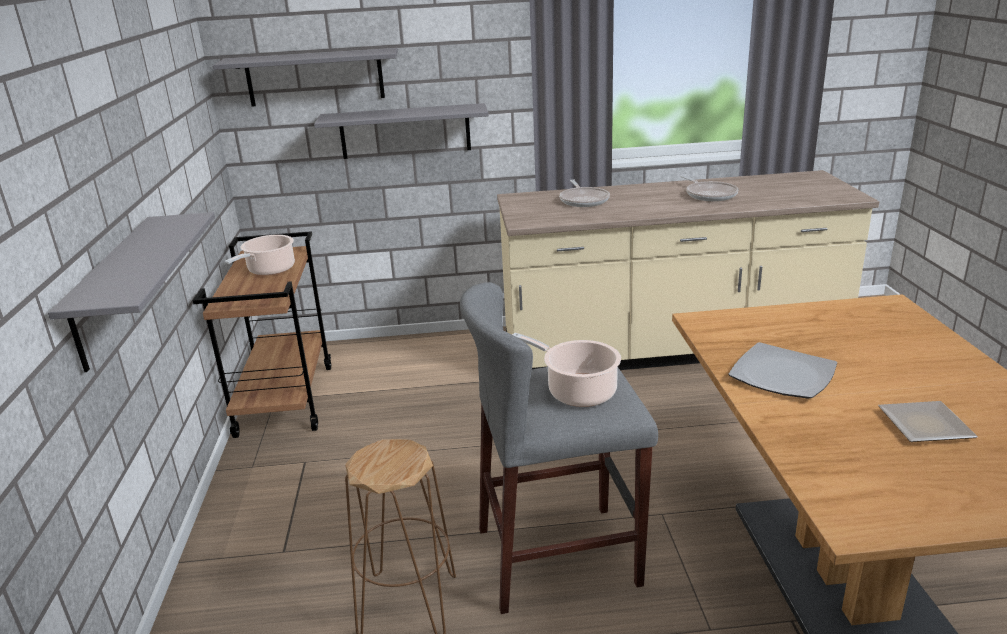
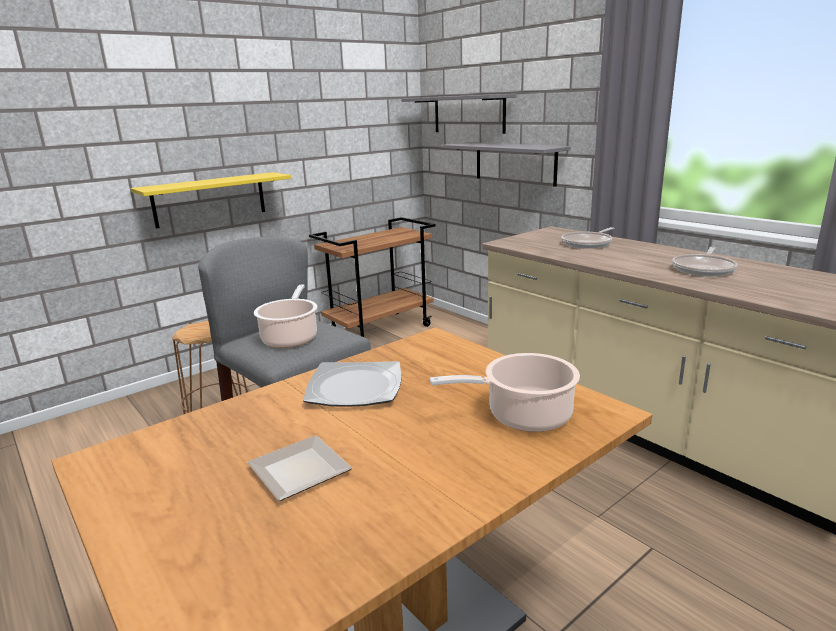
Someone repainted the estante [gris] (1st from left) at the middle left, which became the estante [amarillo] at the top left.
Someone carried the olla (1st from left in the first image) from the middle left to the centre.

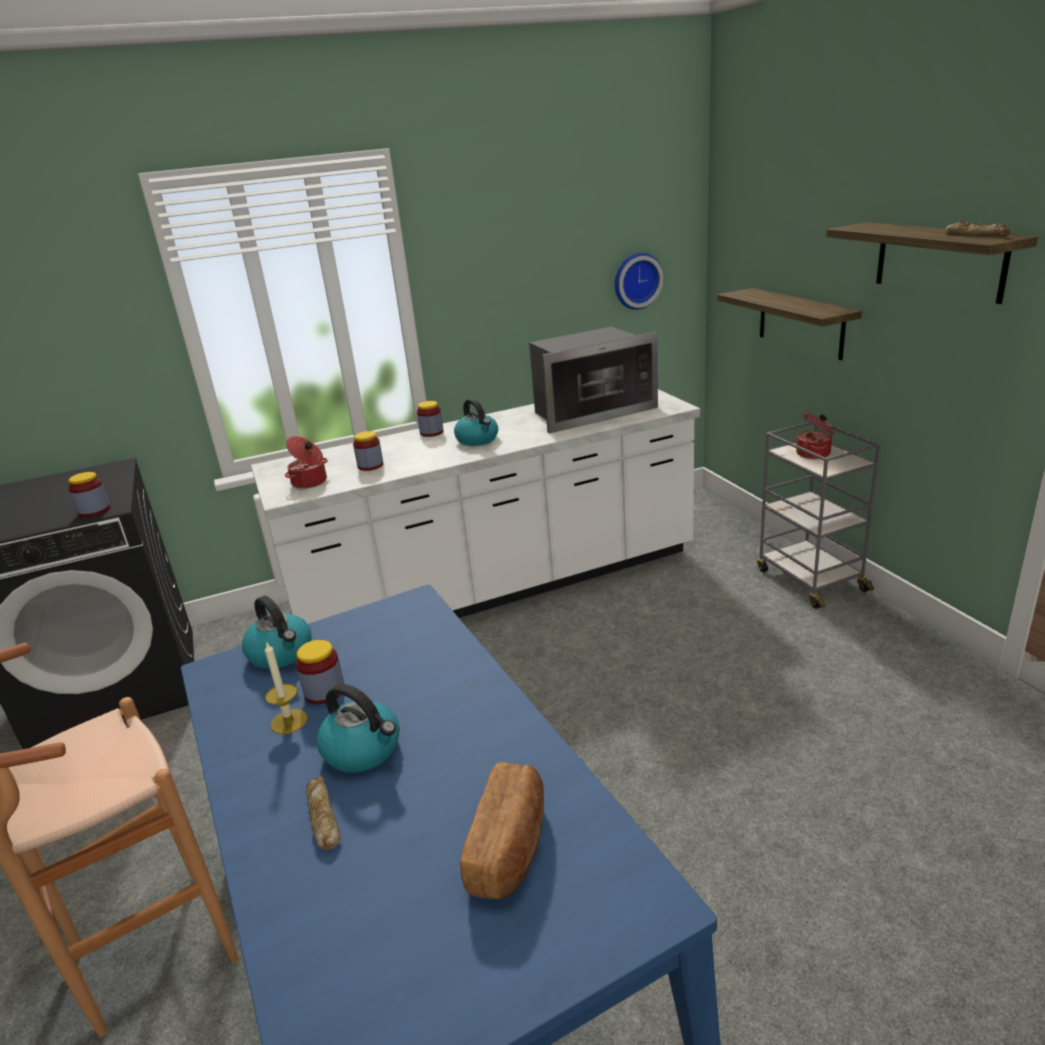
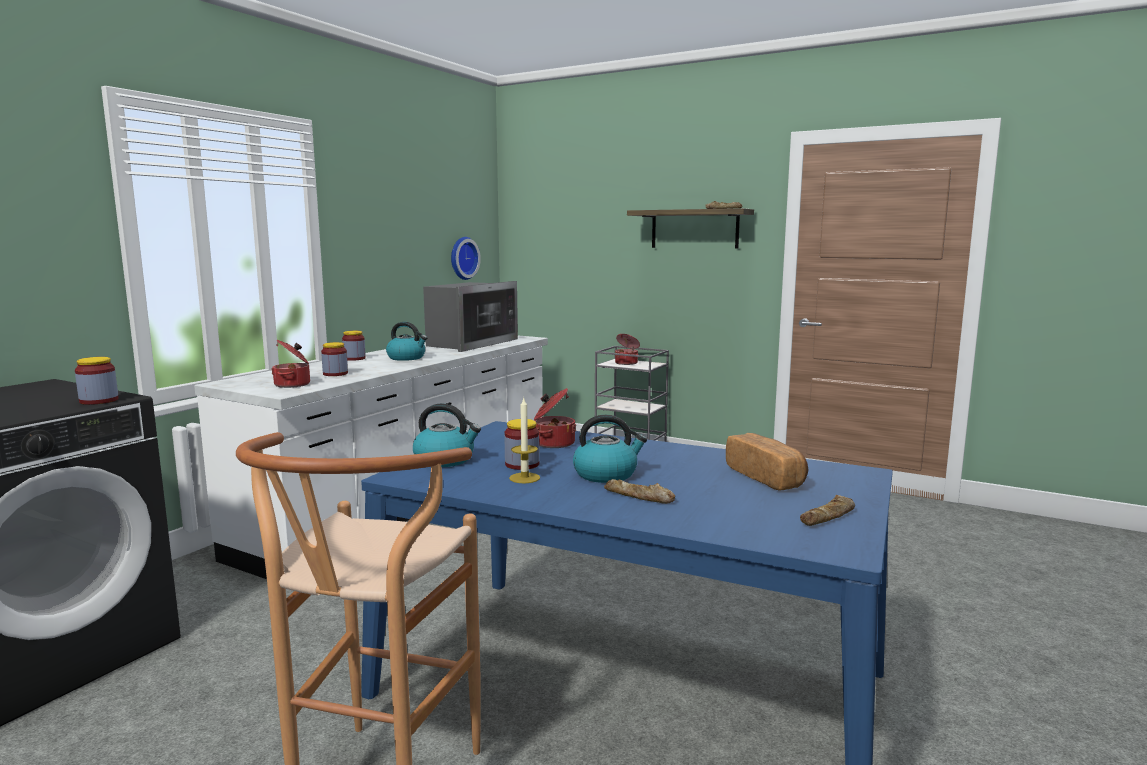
Someone put down the olla (2nd from left) at the centre.
Someone put down the pan (4th from left) at the bottom right.
Someone took away the estante (1st from left) at the top right.

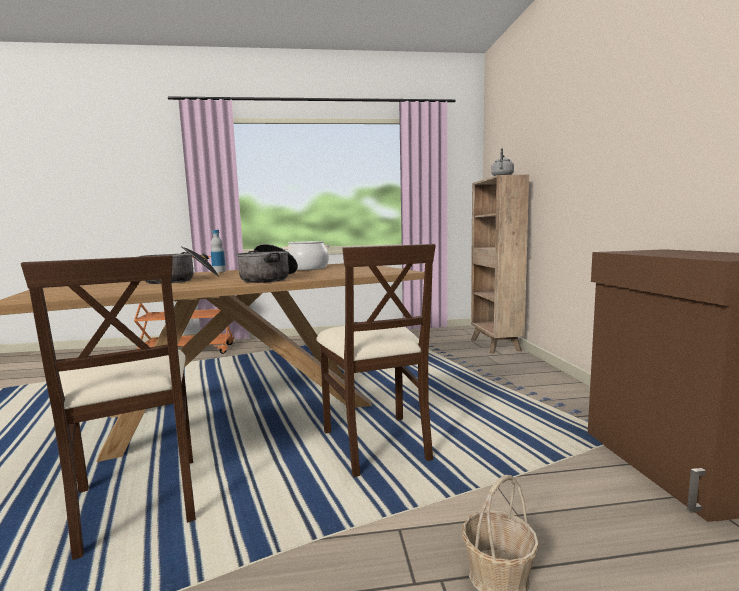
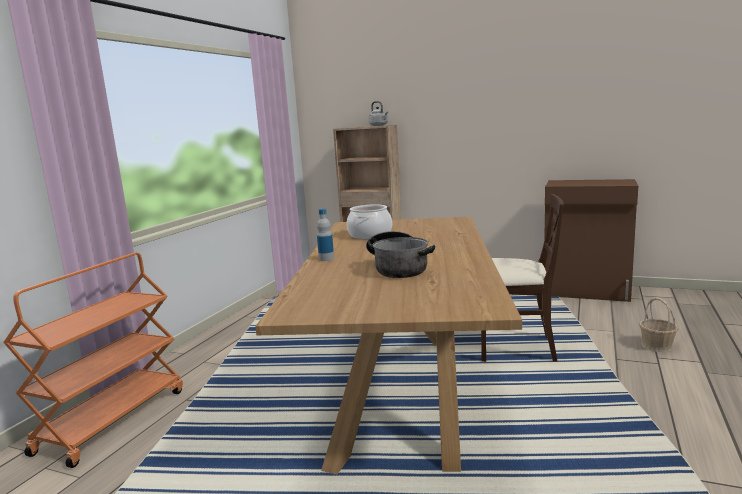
Someone took away the silla [beis] (1st from left) at the bottom left.
Someone took away the olla (2nd from left) at the centre.

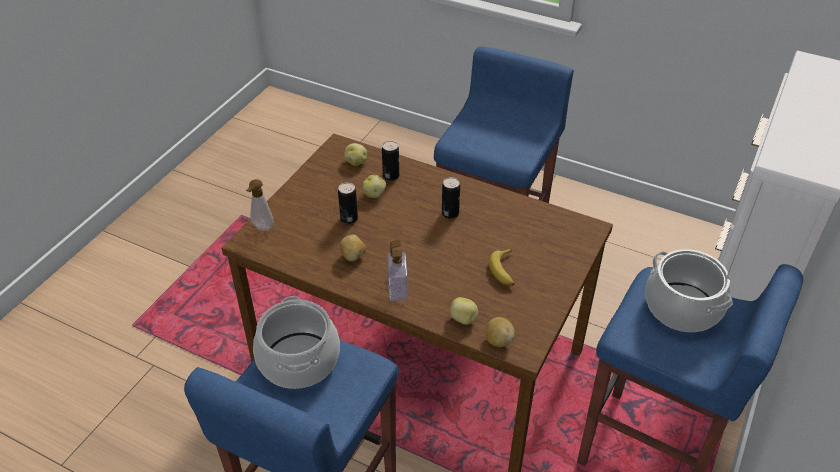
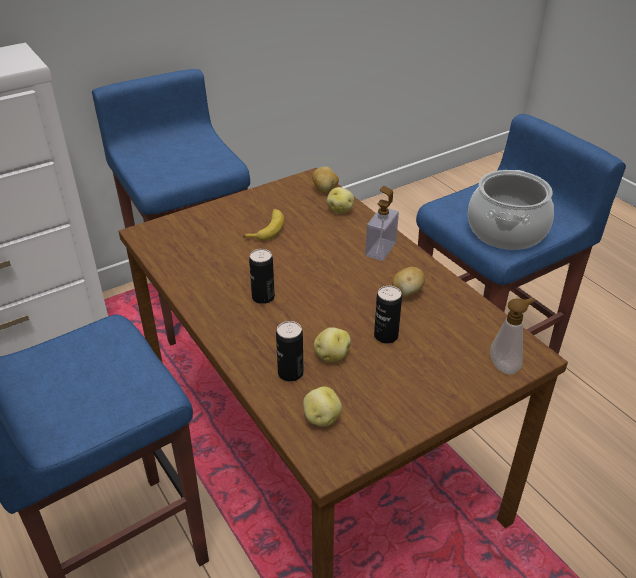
Someone took away the olla (2nd from left) at the middle right.

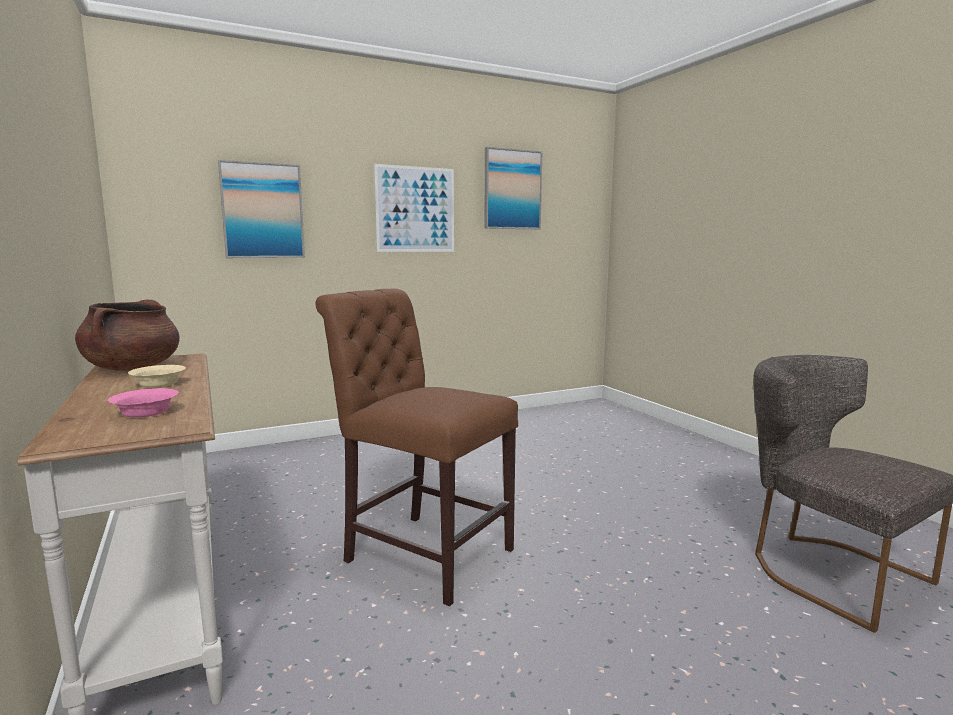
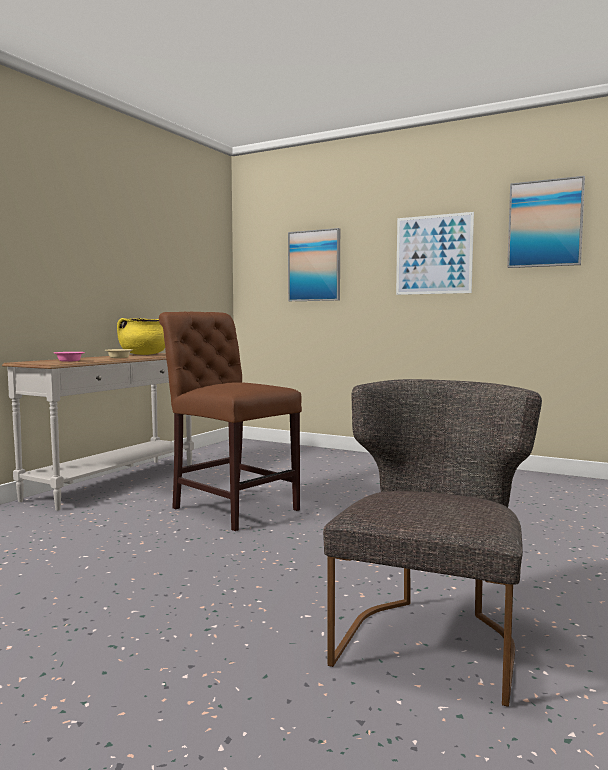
Someone repainted the olla [marrón] at the middle left, which became the olla [amarillo] at the middle left.
Someone rotated the silla [marrón] at the centre by 45 degrees counterclockwise.

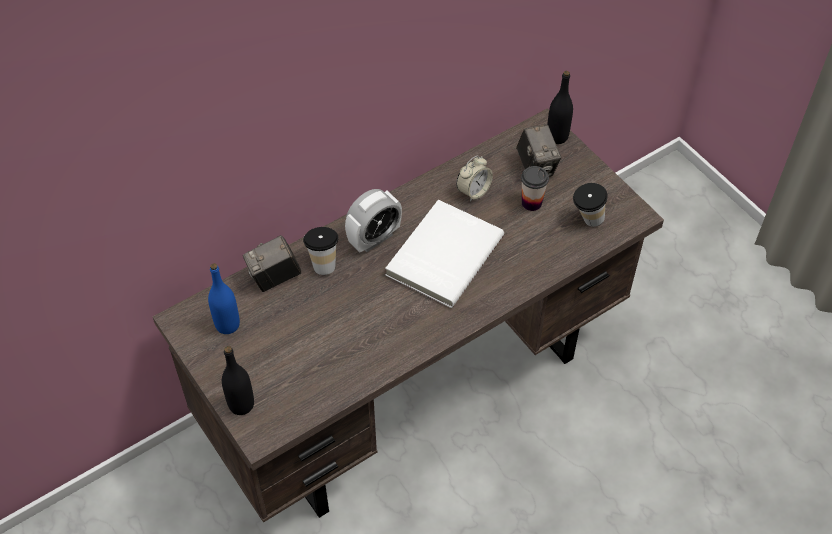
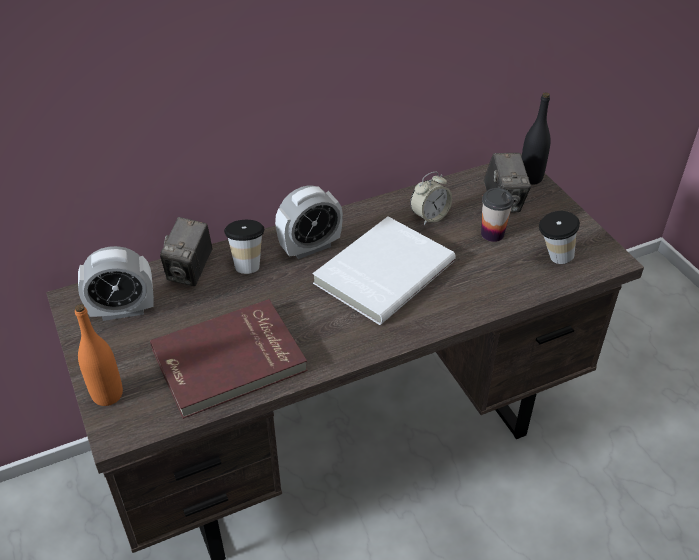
Someone repainted the botella [negro] (1st from left) at the bottom left, which became the botella [naranja] at the middle left.
Someone swapped the botella [azul] at the middle left for the despertador (1st from left) at the middle left.
Someone put down the libro [rojo] at the middle left.
Someone rotated the cámara (1st from left) at the middle left by 60 degrees counterclockwise.

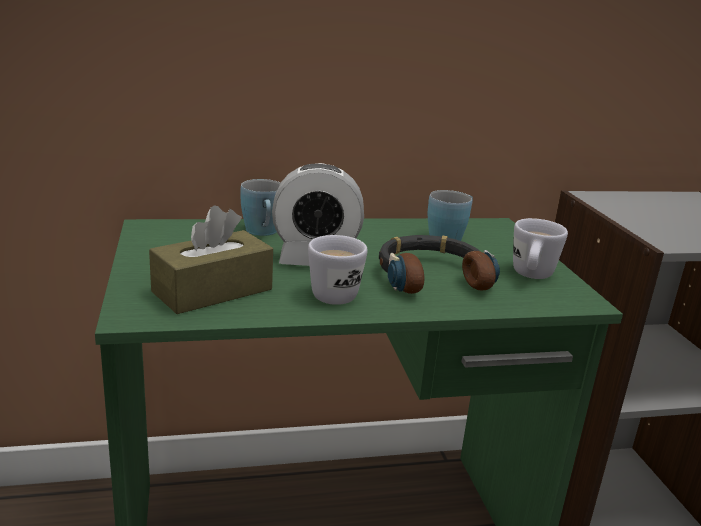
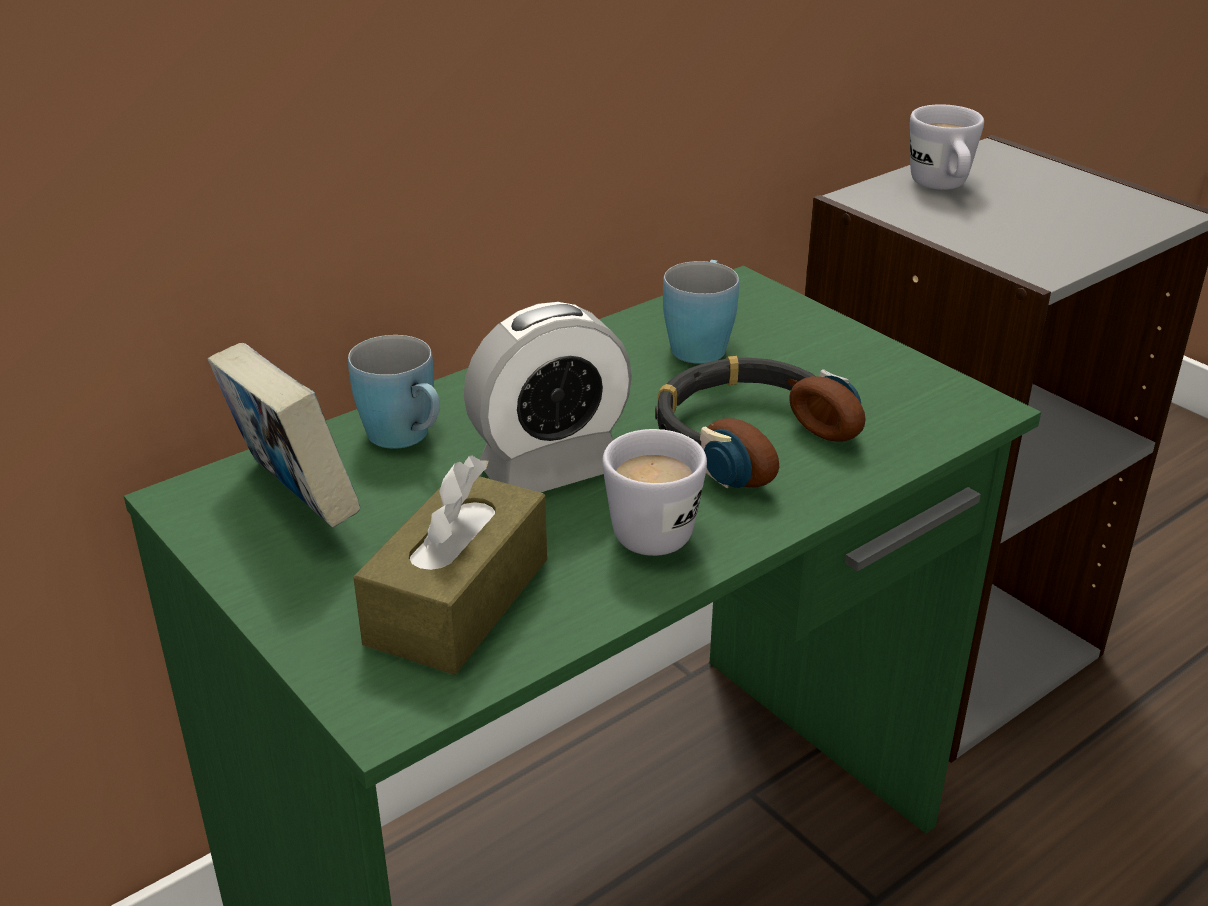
Someone put down the libro at the middle left.
Someone carried the taza grande [blanco] (2nd from left) from the middle right to the top right.

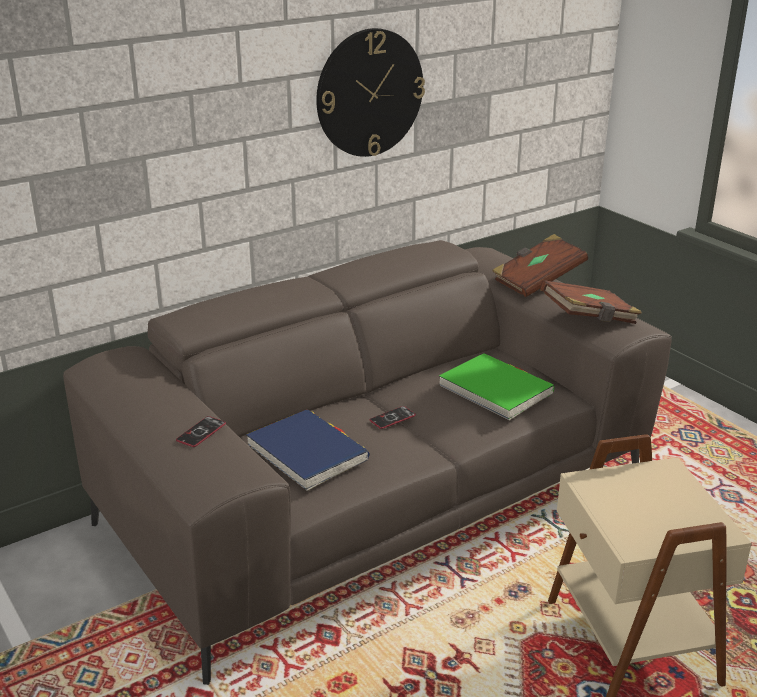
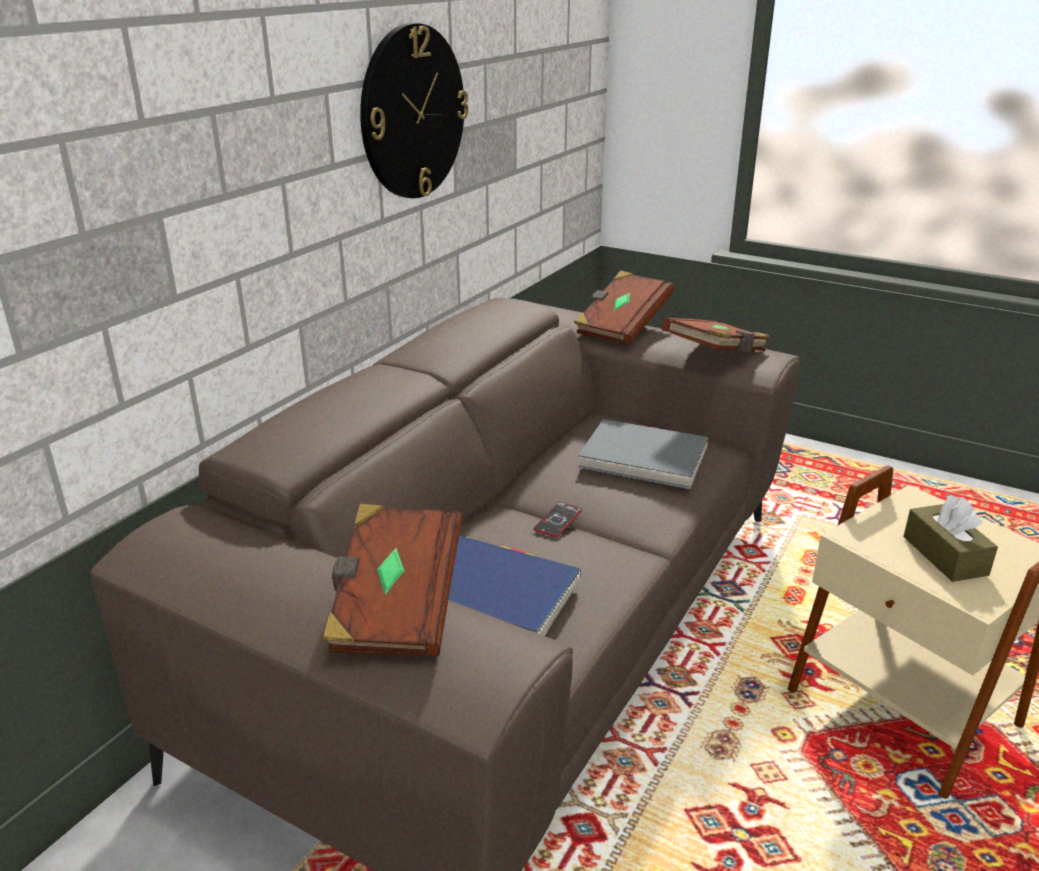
Someone swapped the móvil (1st from left) at the middle left for the libro [marrón] (1st from left) at the centre.
Someone repainted the libro [verde] at the centre, which became the libro [gris] at the centre.
Someone put down the caja de pañuelos [marrón] at the middle right.

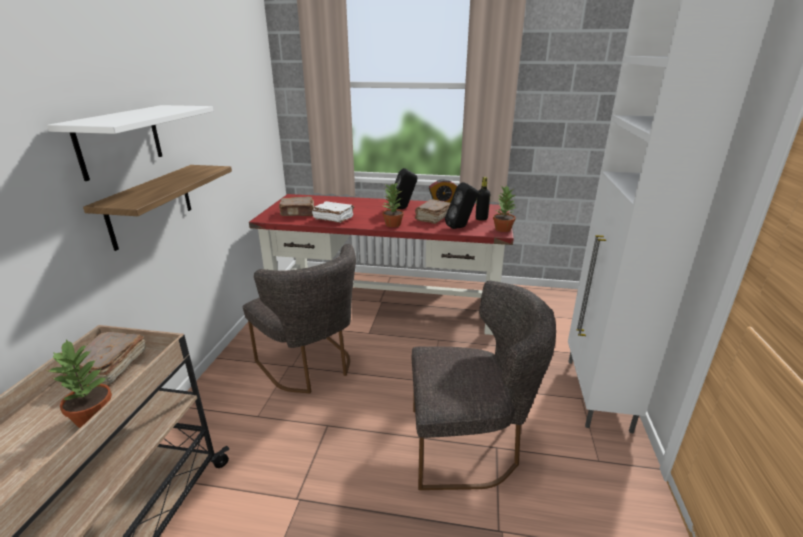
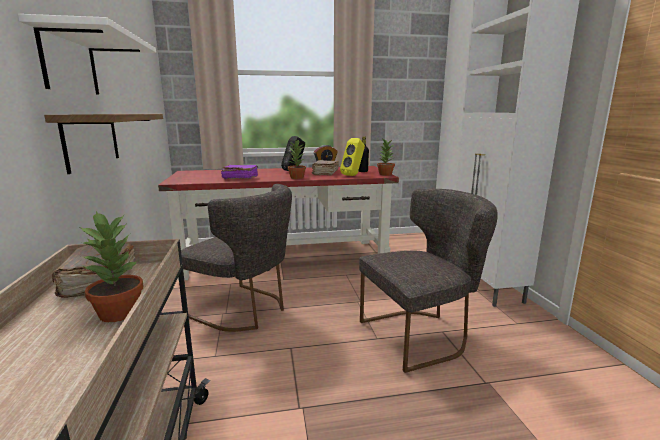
Someone repainted the libro [blanco] at the centre, which became the libro [morado] at the centre.
Someone repainted the altavoz [negro] (2nd from left) at the centre, which became the altavoz [amarillo] at the centre.
Someone took away the libro [marrón] (2nd from left) at the centre.

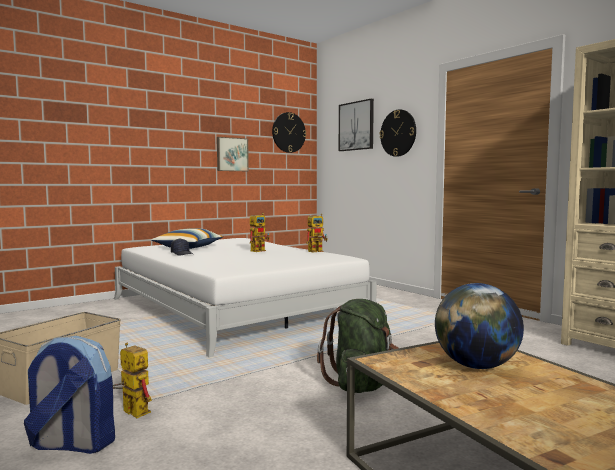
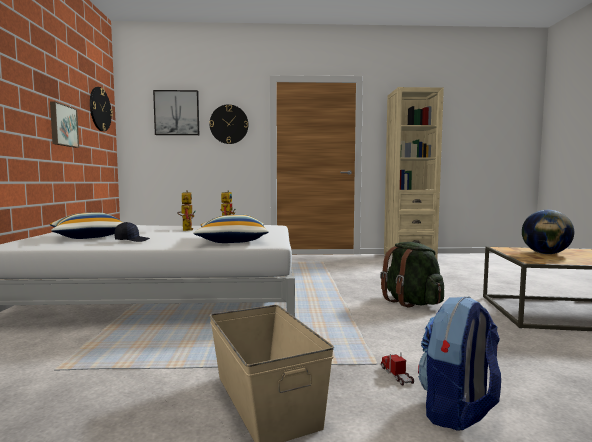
Someone put down the cojín (2nd from left) at the centre.
Someone swapped the robot de juguete (1st from left) at the bottom left for the camión de juguete at the bottom right.

